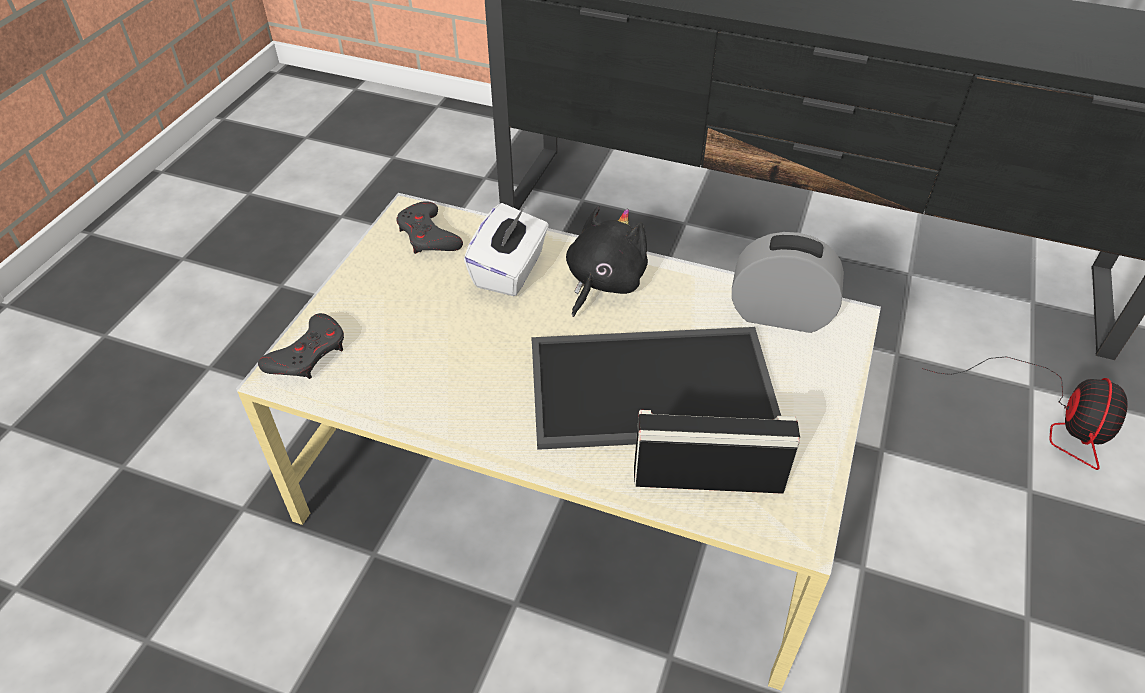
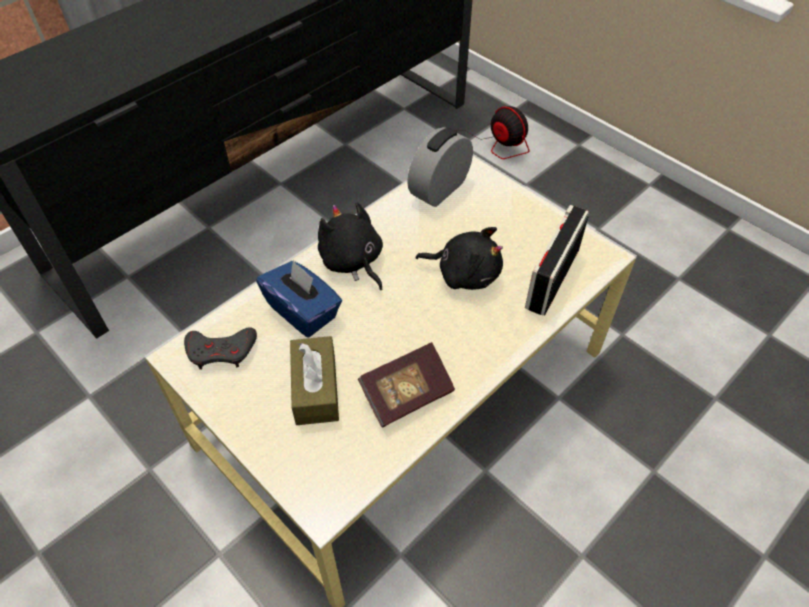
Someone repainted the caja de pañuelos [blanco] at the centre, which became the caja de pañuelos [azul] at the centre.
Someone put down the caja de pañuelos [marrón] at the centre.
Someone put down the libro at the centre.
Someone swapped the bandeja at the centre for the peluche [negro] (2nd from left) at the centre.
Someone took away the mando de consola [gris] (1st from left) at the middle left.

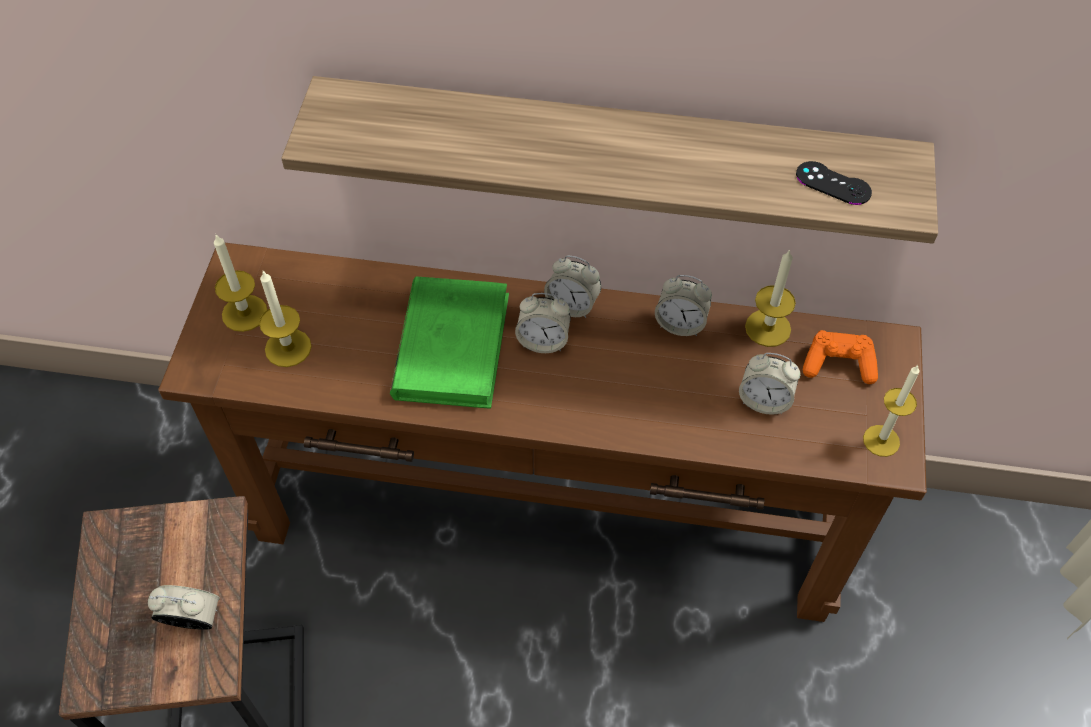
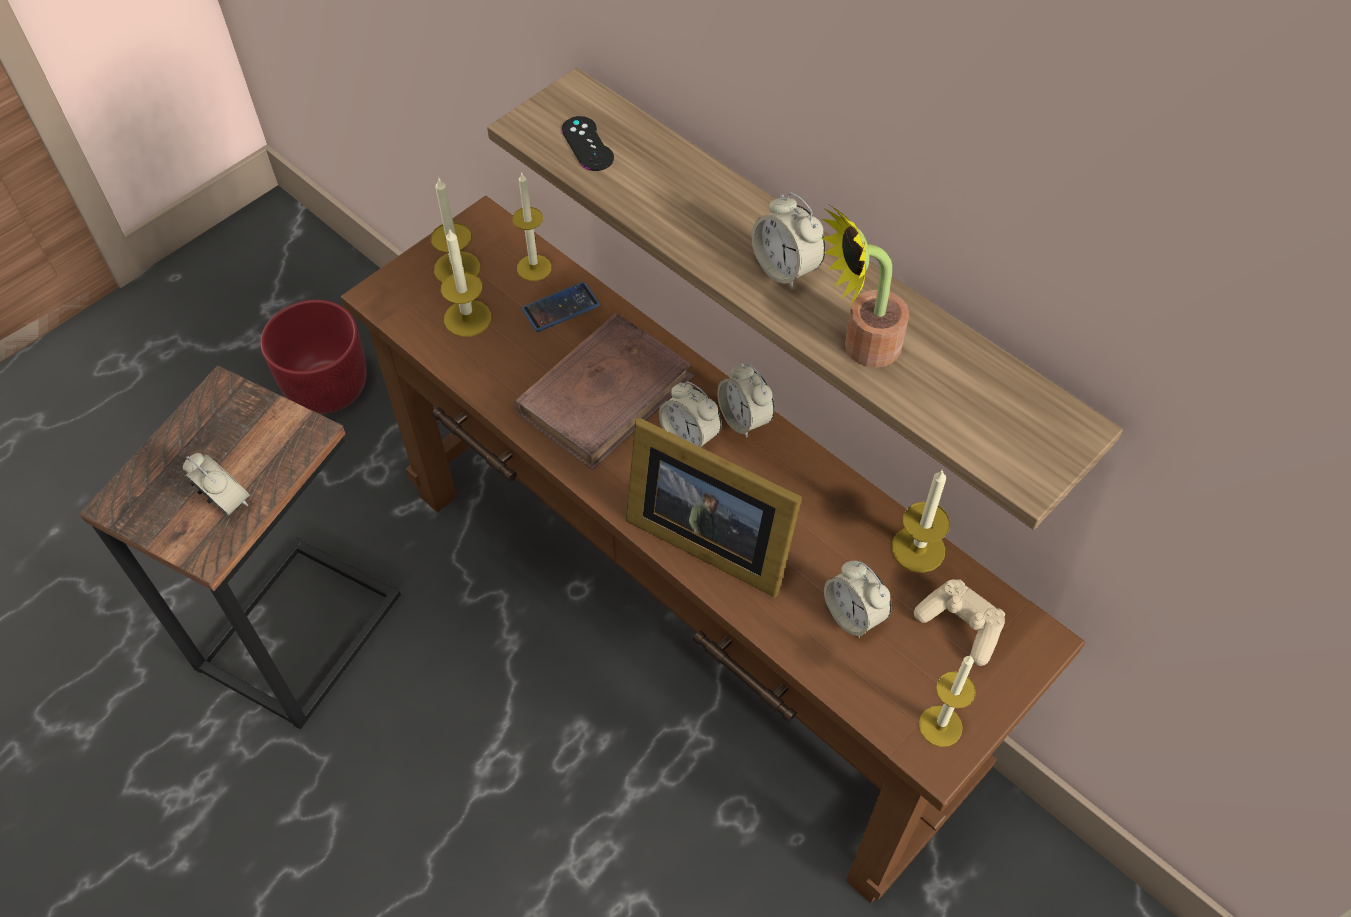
Someone put down the maceta [rojo] at the middle left.
Someone put down the vela (3rd from left) at the top centre.
Someone repainted the libro [verde] at the centre, which became the libro [marrón] at the centre.
Someone put down the móvil at the centre.
Someone carried the mando de consola [negro] from the top right to the top centre.
Someone put down the portarretratos at the centre.
Someone carried the despertador (4th from left) from the centre to the top centre.
Someone put down the planta en maceta at the top centre.
Someone repainted the mando de consola [naranja] at the middle right, which became the mando de consola [beis] at the bottom right.

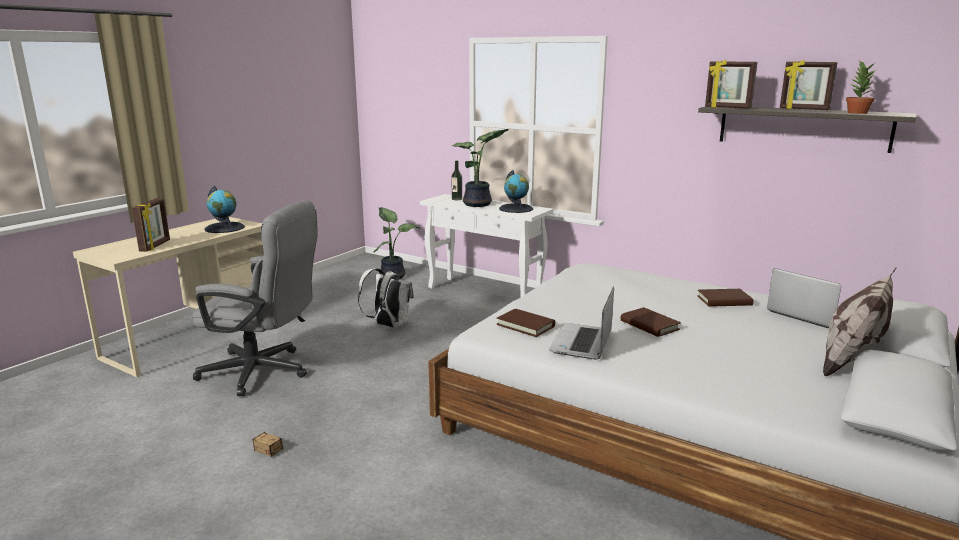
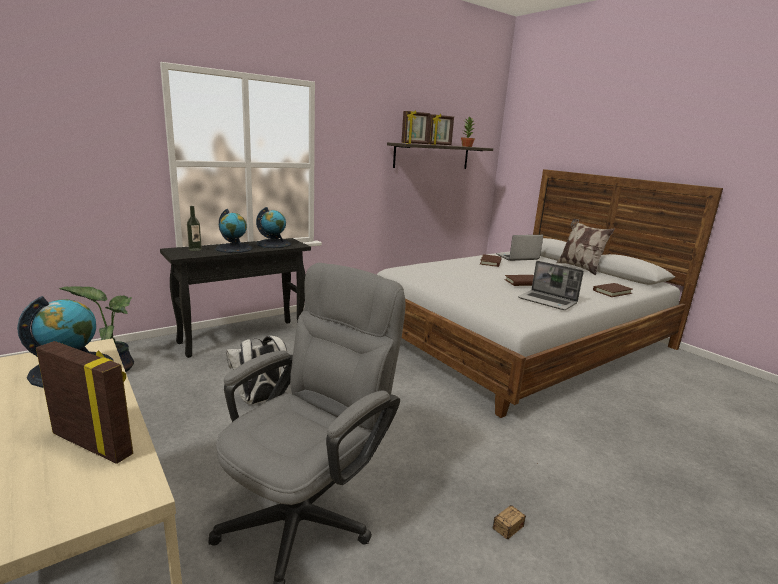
Someone repainted the mesa consola [blanco] at the centre, which became the mesa consola [negro] at the middle left.
Someone swapped the planta en maceta (2nd from left) at the top centre for the globo terráqueo (2nd from left) at the middle left.
Someone carried the libro [marrón] (1st from left in the first image) from the centre to the middle right.

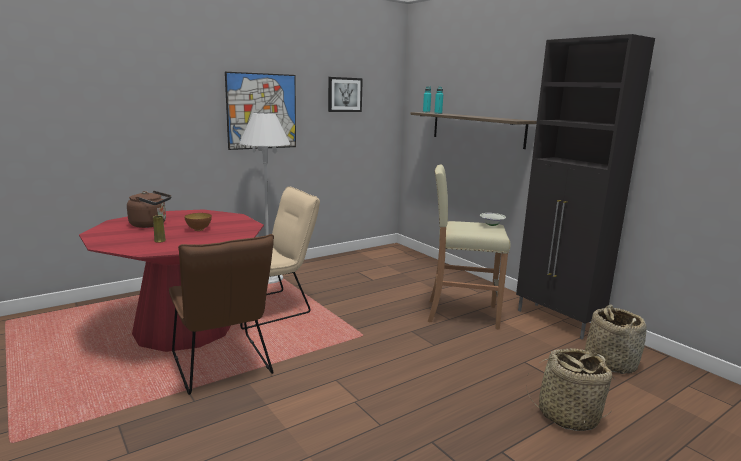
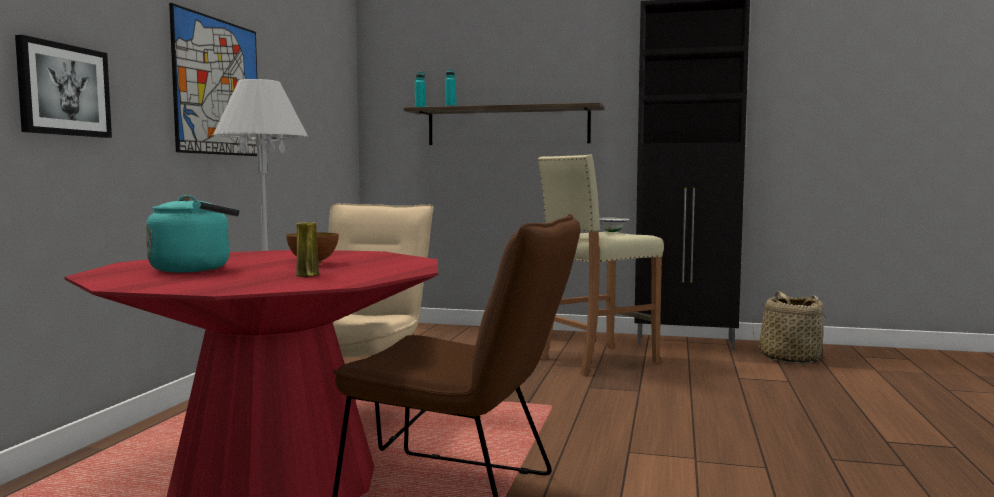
Someone carried the cuadro (2nd from left in the first image) from the top centre to the top left.
Someone repainted the hervidor [marrón] at the middle left, which became the hervidor [turquesa] at the middle left.
Someone took away the cesta (1st from left) at the bottom right.

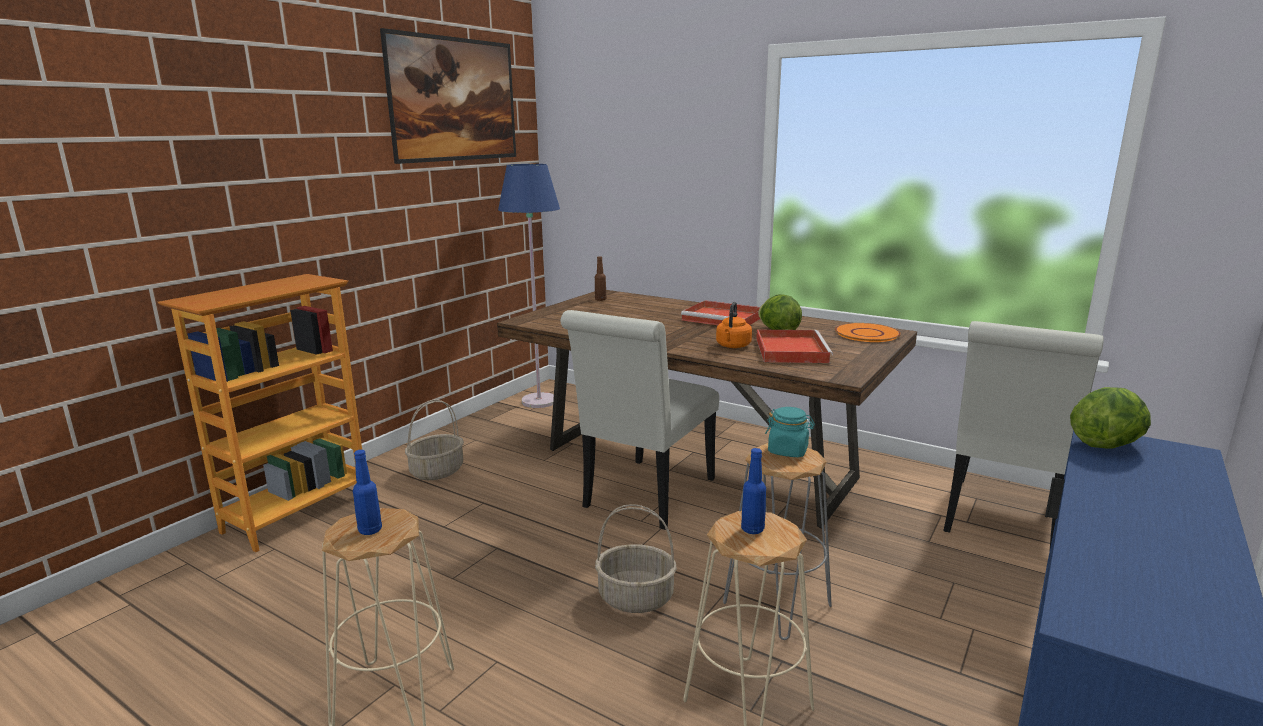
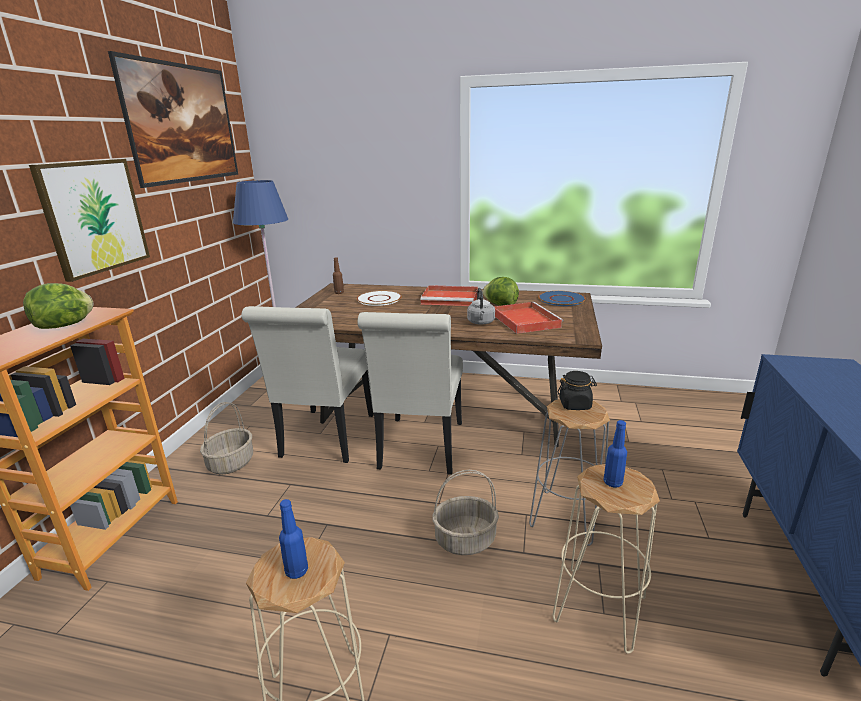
Someone carried the lechuga (2nd from left in the first image) from the middle right to the middle left.
Someone put up the cuadro (1st from left) at the top left.
Someone carried the silla [blanco] (2nd from left in the first image) from the middle right to the centre.
Someone put down the plato [blanco] at the centre.
Someone repainted the hervidor [naranja] at the centre, which became the hervidor [gris] at the centre.
Someone repainted the plato [naranja] at the middle right, which became the plato [azul] at the centre.
Someone repainted the tarro [turquesa] at the centre, which became the tarro [negro] at the middle right.

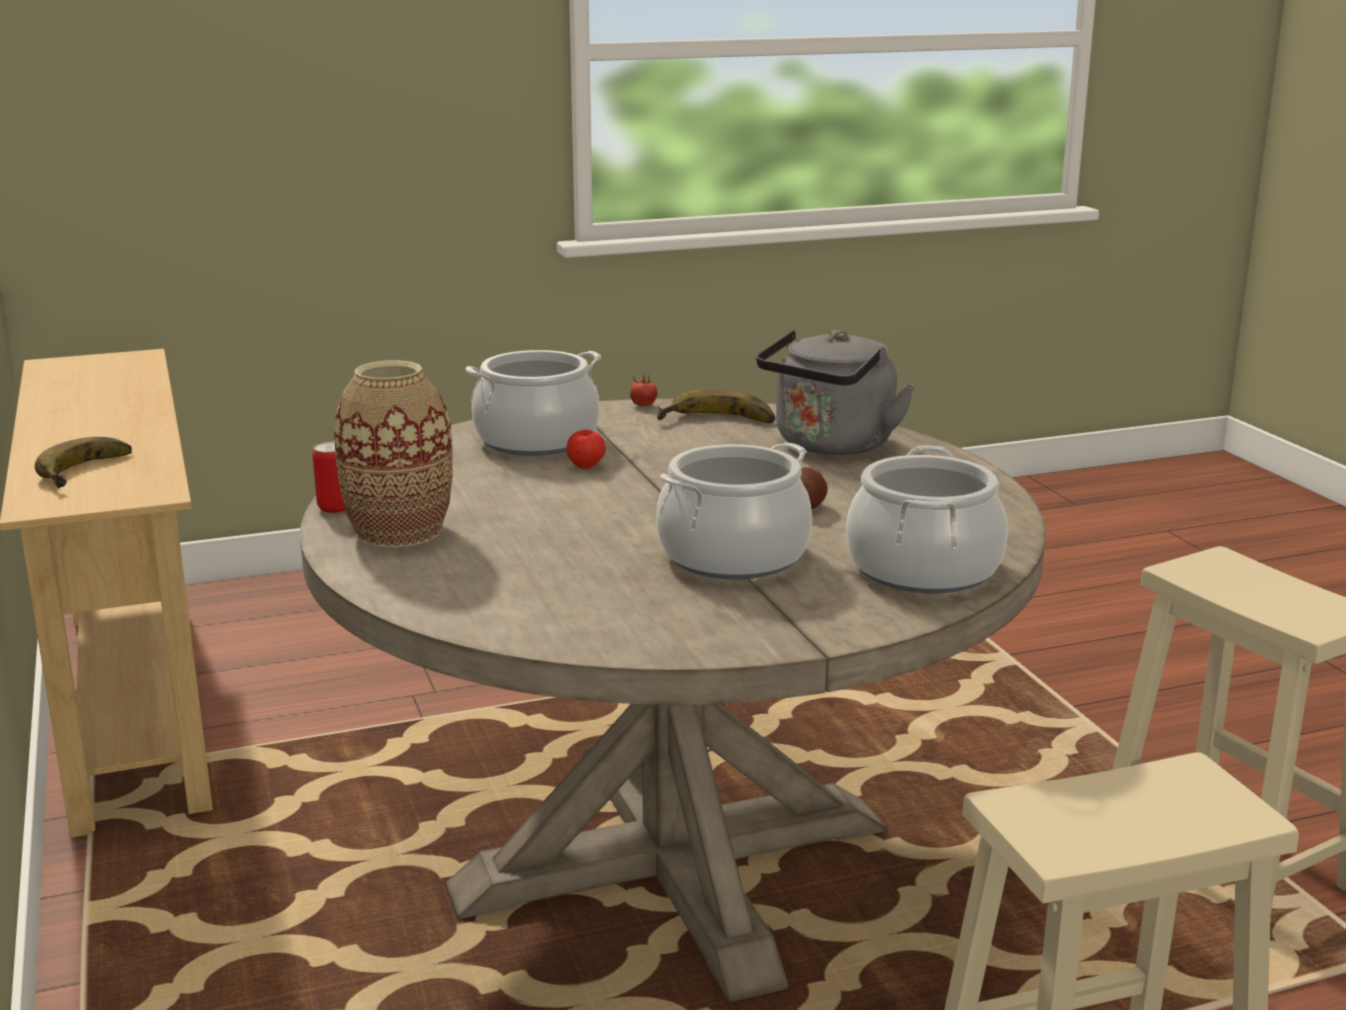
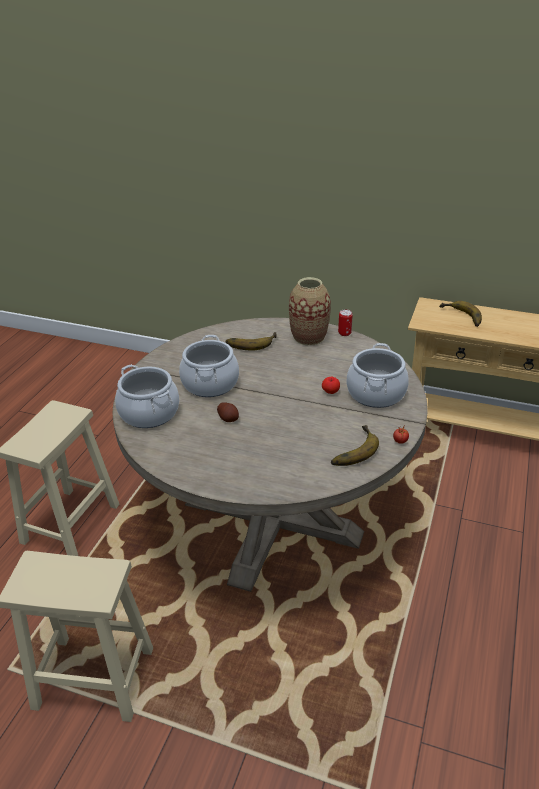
Someone put down the plátano (1st from left) at the centre.
Someone took away the hervidor [gris] at the centre.

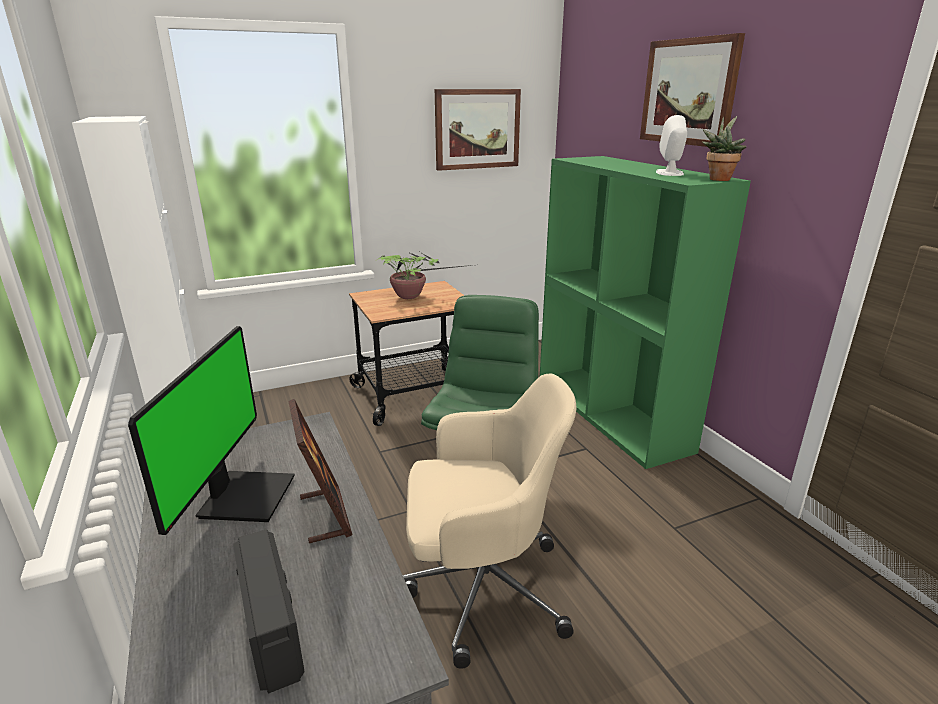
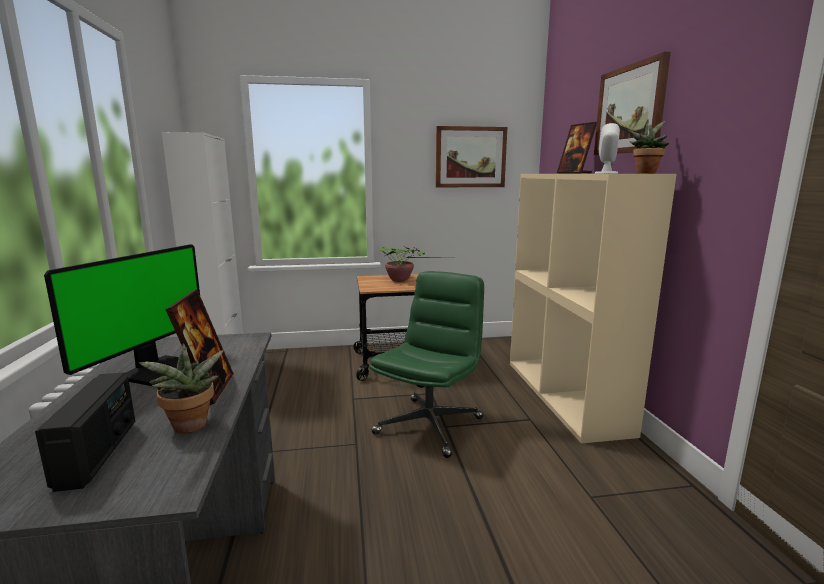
Someone put down the planta en maceta (1st from left) at the middle left.
Someone repainted the estantería [verde] at the middle right, which became the estantería [beis] at the middle right.
Someone put down the portarretratos (2nd from left) at the top right.
Someone took away the silla de oficina [beis] at the bottom centre.

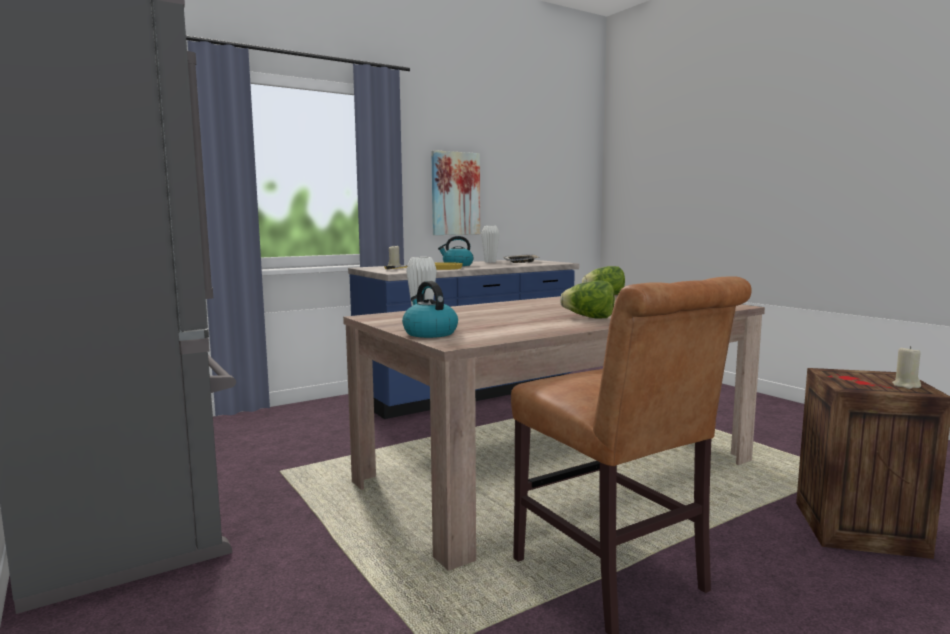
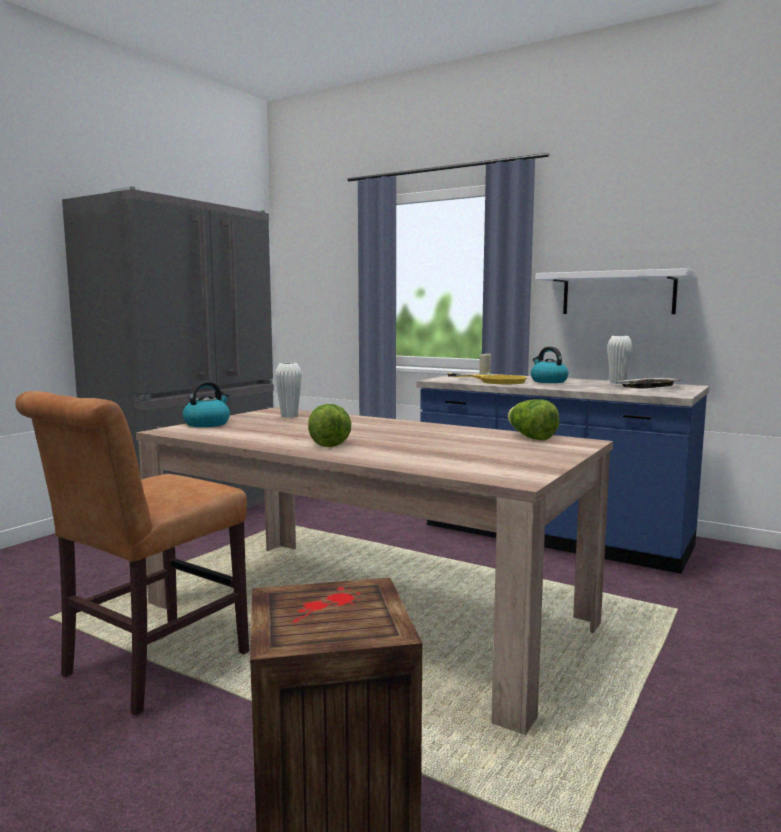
Someone swapped the cuadro at the top centre for the estante [blanco] at the middle right.
Someone took away the vela [beis] (2nd from left) at the middle right.

